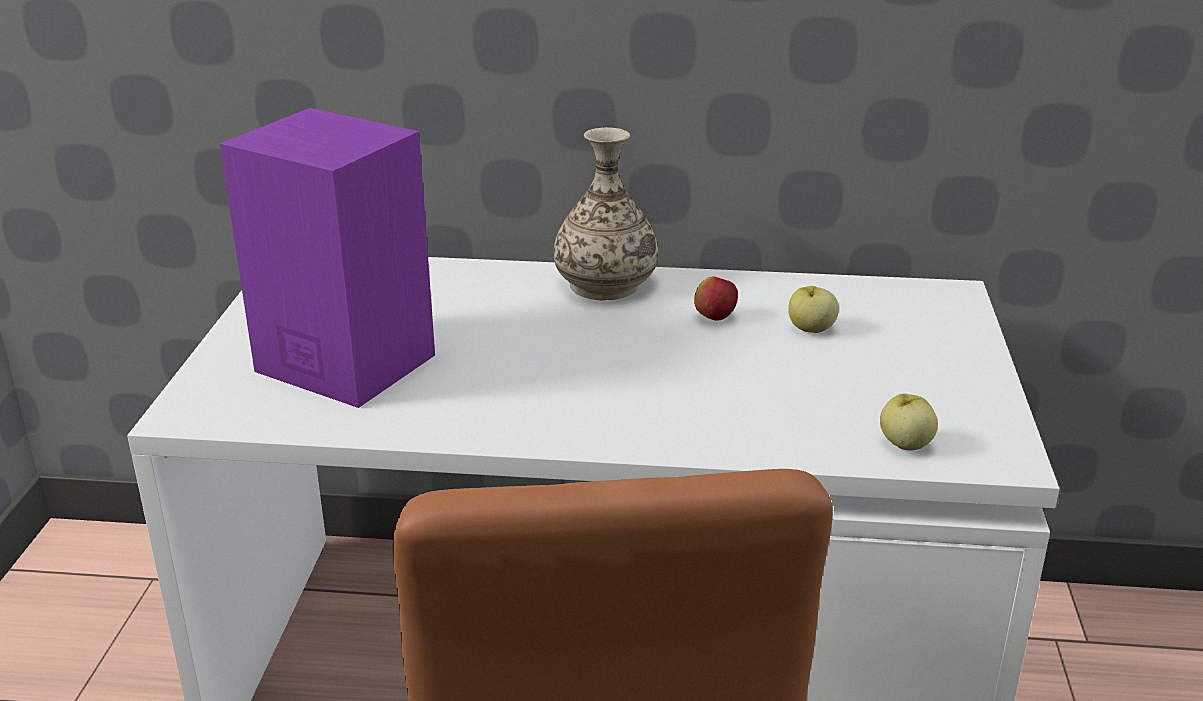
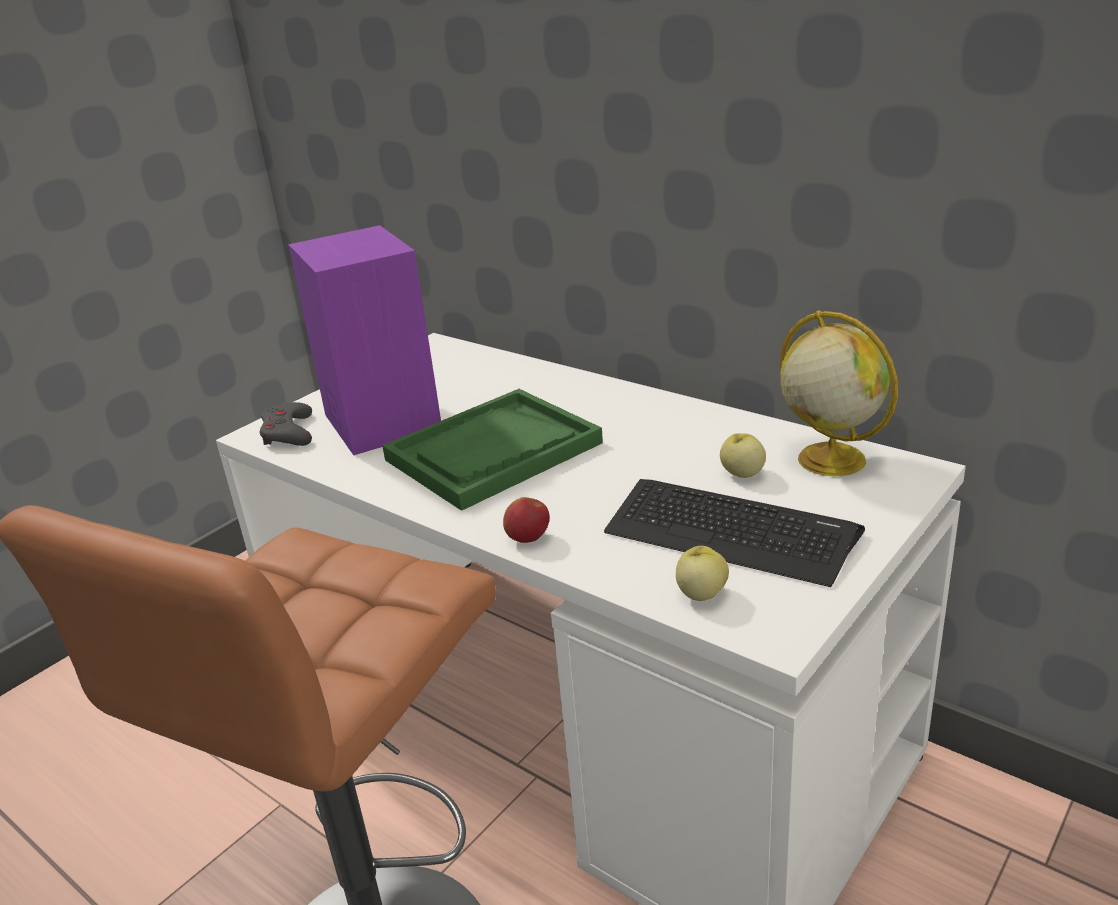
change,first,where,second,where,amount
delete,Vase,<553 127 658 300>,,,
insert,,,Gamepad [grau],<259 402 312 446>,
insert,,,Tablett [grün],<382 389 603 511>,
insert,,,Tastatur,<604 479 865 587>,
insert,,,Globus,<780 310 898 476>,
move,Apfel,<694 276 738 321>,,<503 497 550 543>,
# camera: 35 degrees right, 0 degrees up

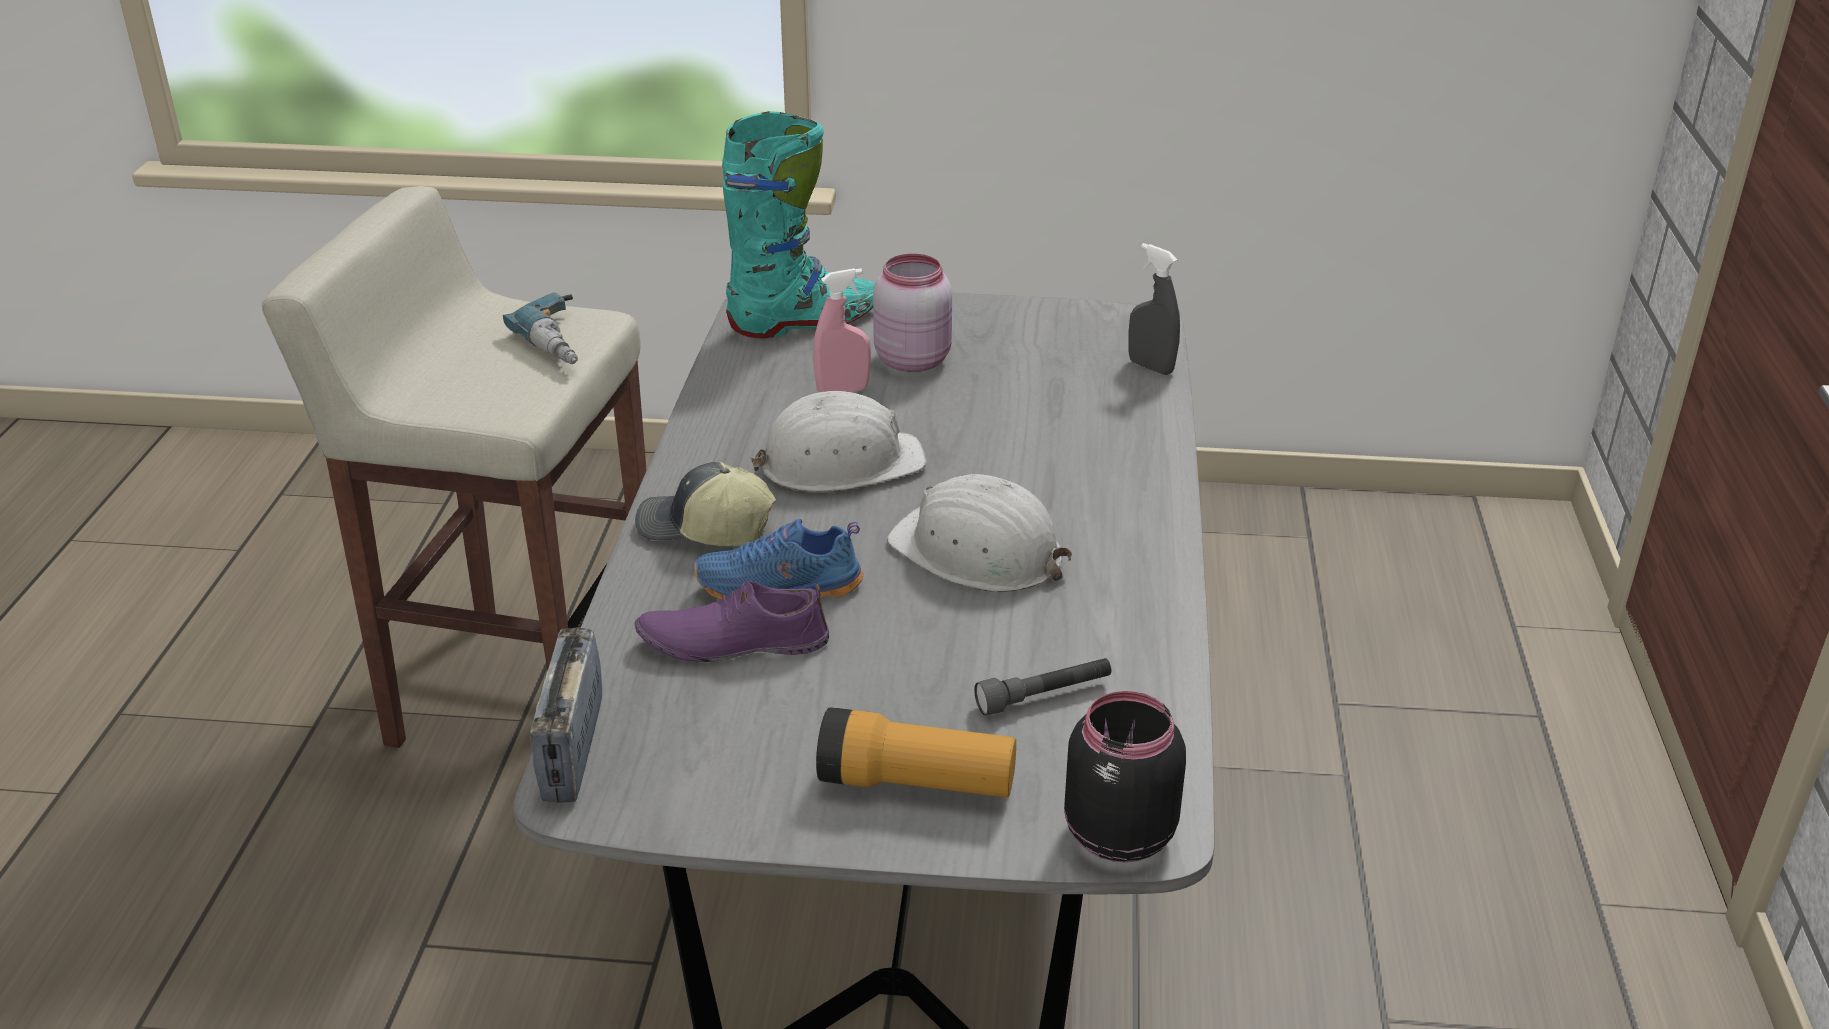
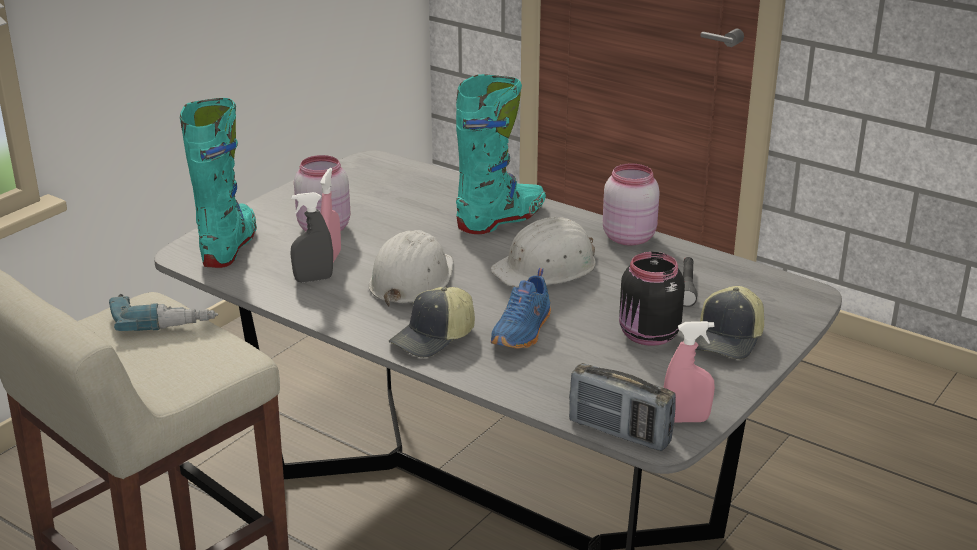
change,first,where,second,where,amount
delete,Schuh [lila],<635 581 829 662>,,,
insert,,,Stiefel [türkis],<456 74 546 234>,
insert,,,Vorratsglas [rosa],<603 163 660 246>,
insert,,,Sprühflasche [rosa],<663 321 715 422>,
move,Vorratsglas [schwarz],<1064 691 1186 862>,,<619 252 685 346>,
move,Sprühflasche [grau],<1129 243 1180 375>,,<290 192 333 282>,
replace,Taschenlampe,<816 707 1016 797>,Kappe,<695 286 764 360>,
# camera: 60 degrees left, 5 degrees down

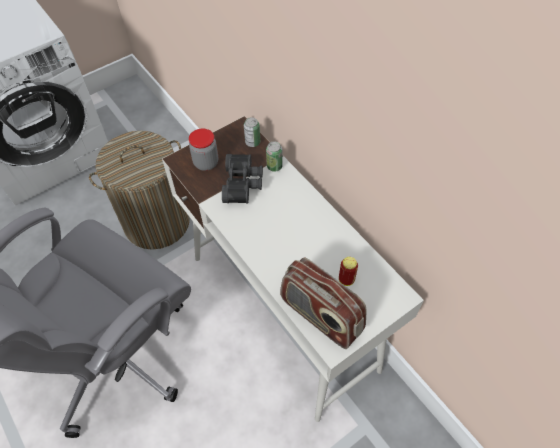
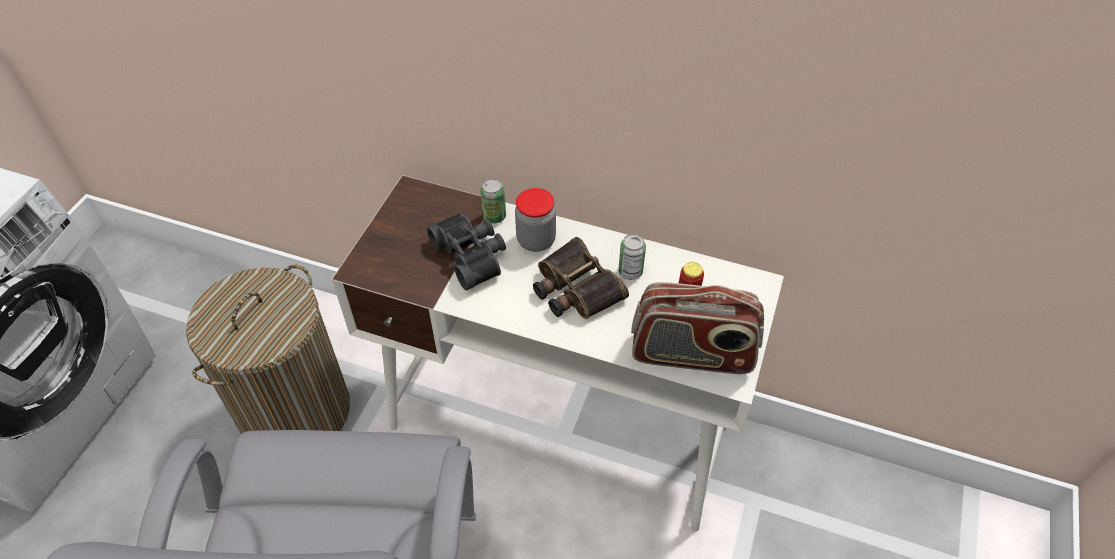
change,first,where,second,where,amount
insert,,,Fernglas,<533 237 629 319>,
move,Vorratsglas,<189 128 218 171>,,<515 188 556 252>,
move,Dose,<244 117 260 147>,,<618 234 646 280>,
# camera: 35 degrees left, 5 degrees down

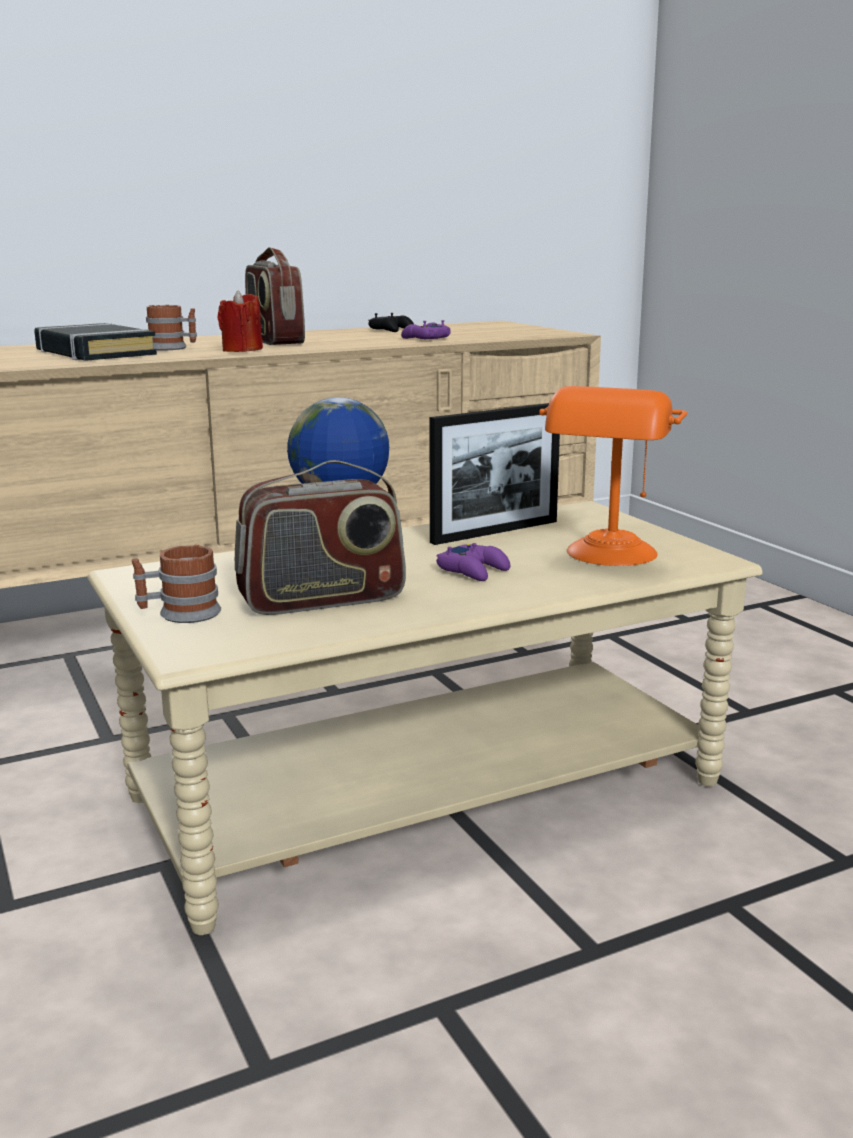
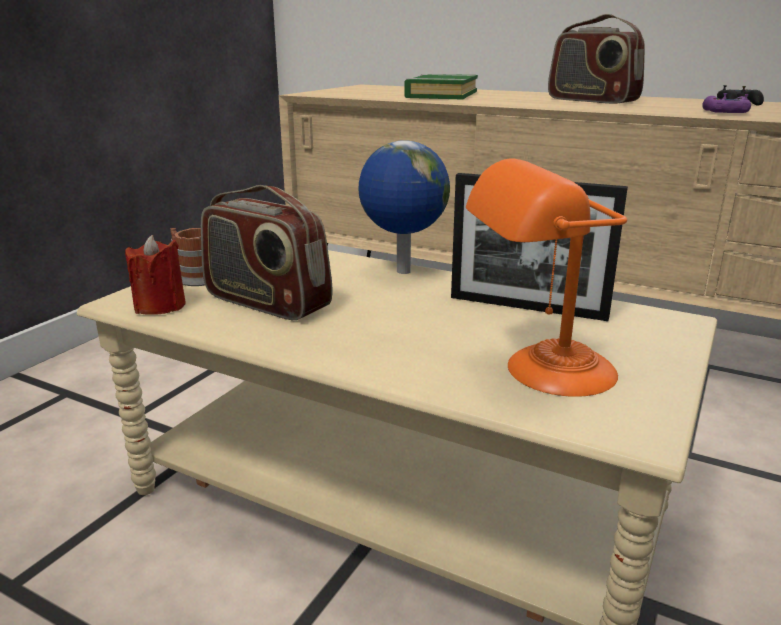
change,first,where,second,where,amount
delete,Henkelbecher,<146 305 197 350>,,,
delete,Gamepad [lila],<436 543 510 581>,,,
move,Kerze [rot],<218 290 263 352>,,<125 235 186 315>,
recolor,Buch [schwarz],<34 323 157 361>,Buch [grün],<404 74 478 100>,
rotate,Radio,<245 247 305 345>,,<548 14 645 104>,75 degrees counterclockwise
# camera: 55 degrees right, 5 degrees up

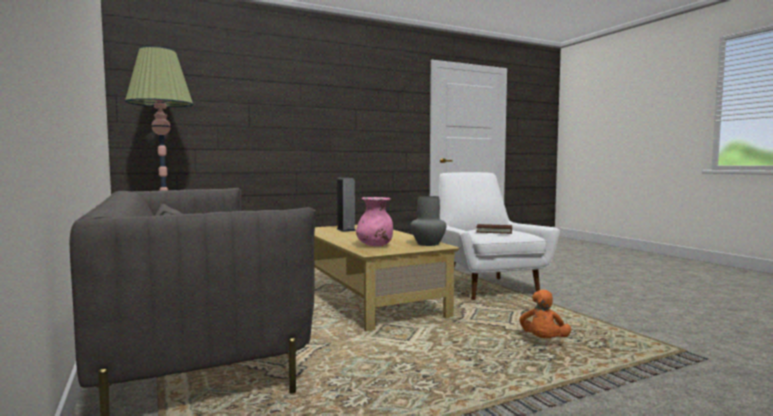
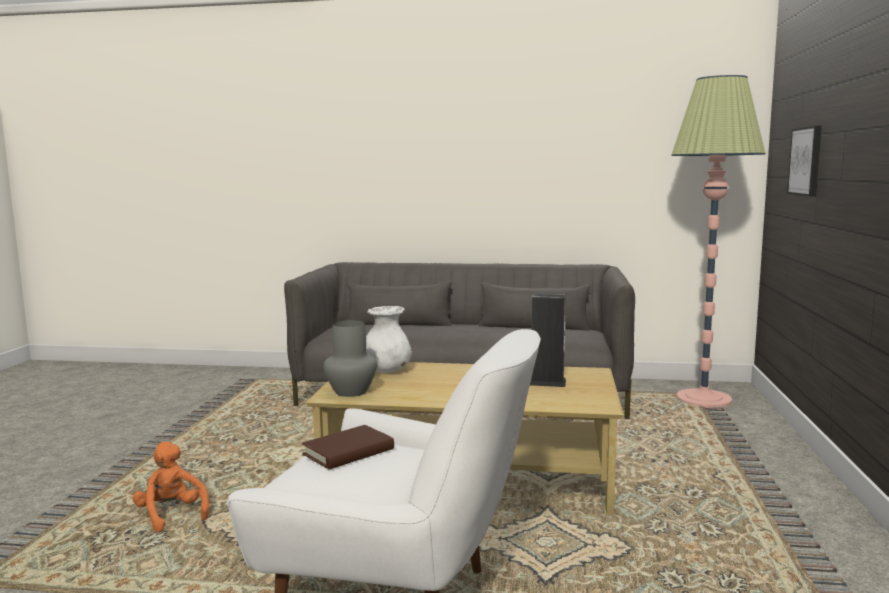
change,first,where,second,where,amount
insert,,,Bild,<787 126 822 196>,
recolor,Vase [rosa],<356 197 393 246>,Vase [weiß],<366 306 412 373>,
# camera: 125 degrees right, 5 degrees up

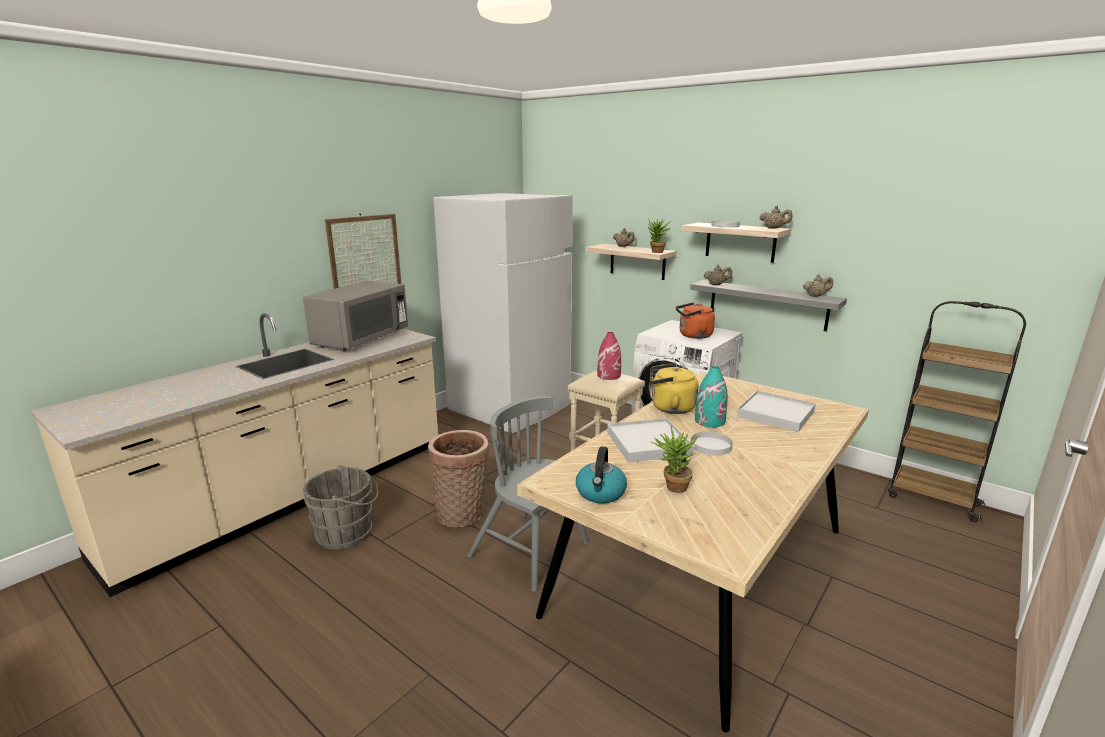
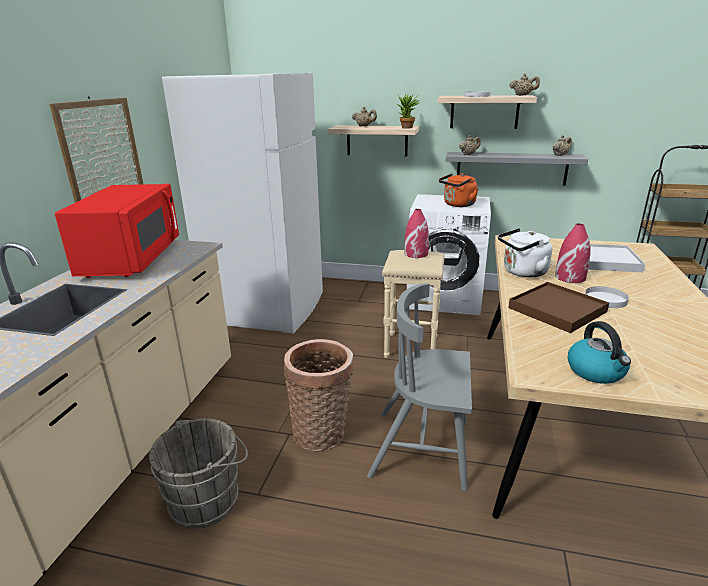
change,first,where,second,where,amount
delete,Topfpflanze,<651 426 698 493>,,,
recolor,Mikrowelle [grau],<303 281 408 351>,Mikrowelle [rot],<55 184 179 278>,
recolor,Tablett [weiß],<607 418 694 463>,Tablett [braun],<508 282 609 333>,
recolor,Wasserkessel [gelb],<650 363 698 414>,Wasserkessel [weiß],<498 228 552 278>,
recolor,Vase [türkis],<695 366 728 427>,Vase [rot],<555 223 590 283>,
# camera: 25 degrees left, 5 degrees up

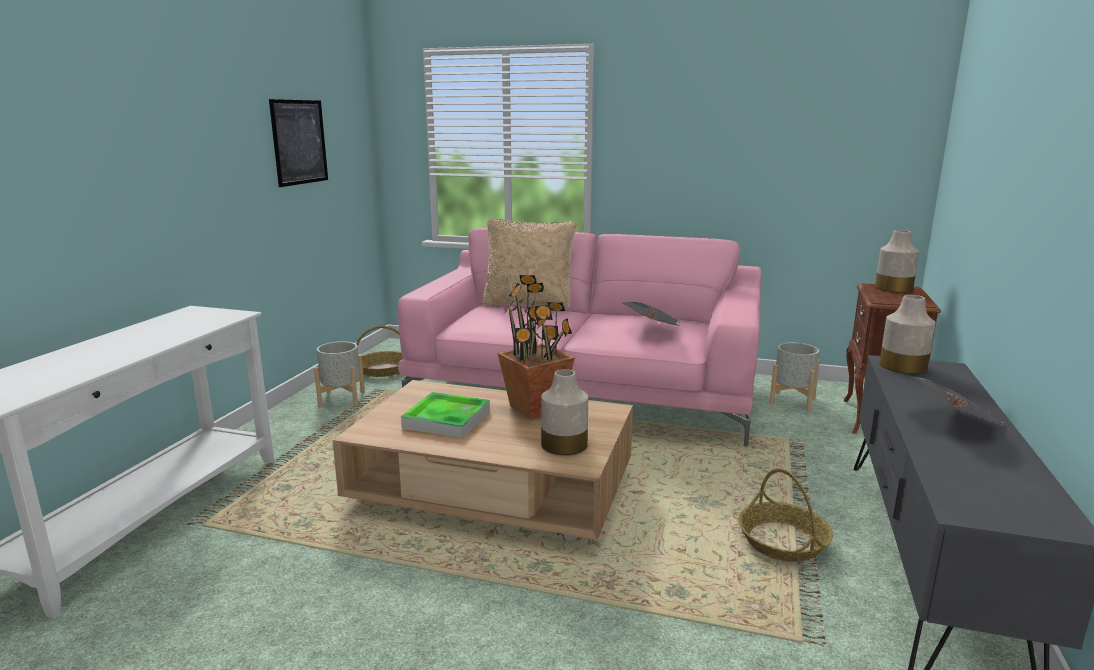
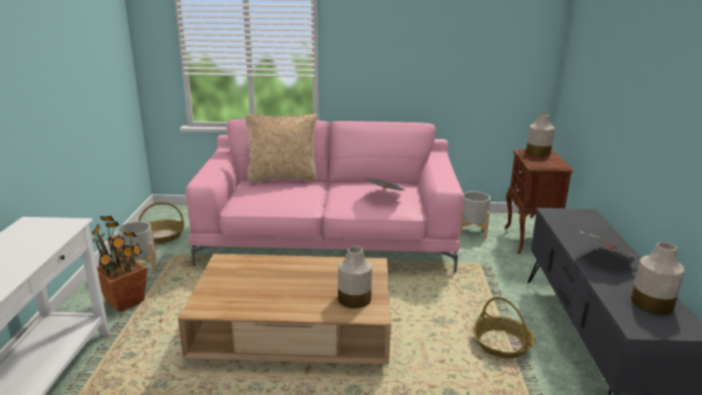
change,first,where,second,where,amount
delete,Bild,<269 99 328 187>,,,
delete,Tablett,<401 392 490 438>,,,
move,Topfpflanze,<498 275 575 419>,,<92 216 148 313>,
move,Vase [beige],<879 295 936 374>,,<631 242 685 314>,
# camera: 15 degrees left, 5 degrees up

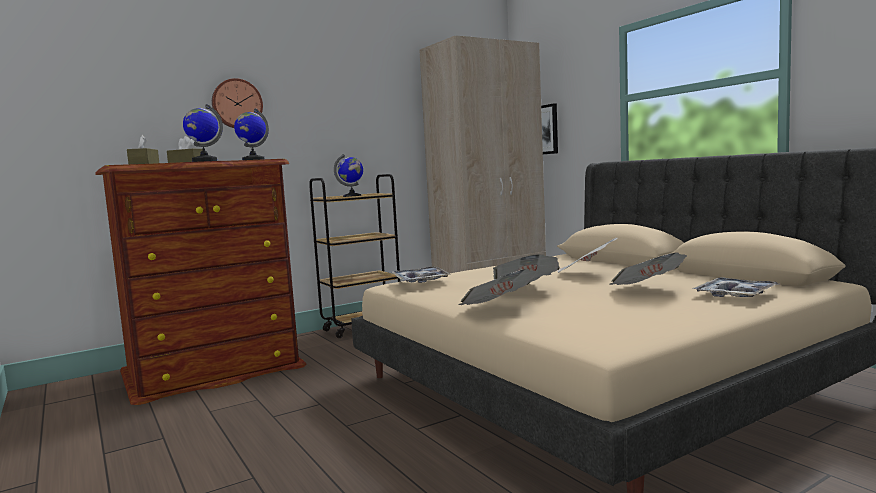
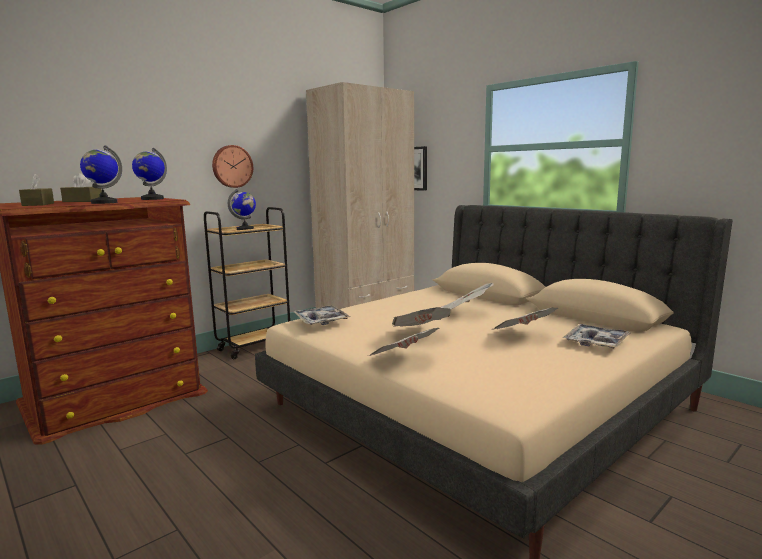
change,first,where,second,where,amount
move,Wanduhr,<212 78 263 128>,,<212 145 253 188>,
# camera: 10 degrees left, 5 degrees up

